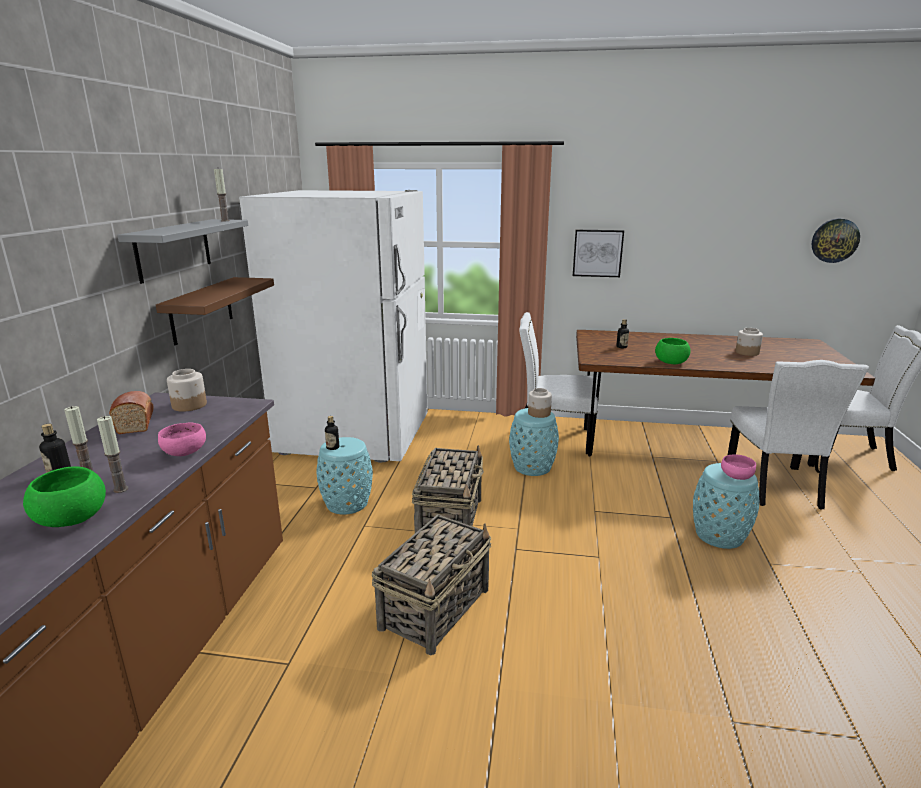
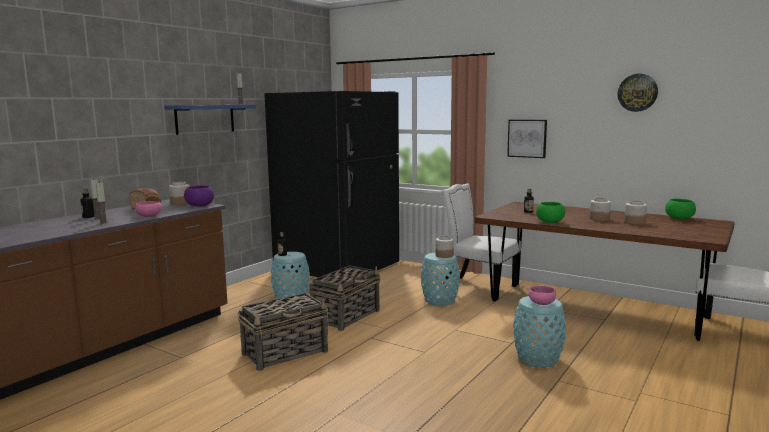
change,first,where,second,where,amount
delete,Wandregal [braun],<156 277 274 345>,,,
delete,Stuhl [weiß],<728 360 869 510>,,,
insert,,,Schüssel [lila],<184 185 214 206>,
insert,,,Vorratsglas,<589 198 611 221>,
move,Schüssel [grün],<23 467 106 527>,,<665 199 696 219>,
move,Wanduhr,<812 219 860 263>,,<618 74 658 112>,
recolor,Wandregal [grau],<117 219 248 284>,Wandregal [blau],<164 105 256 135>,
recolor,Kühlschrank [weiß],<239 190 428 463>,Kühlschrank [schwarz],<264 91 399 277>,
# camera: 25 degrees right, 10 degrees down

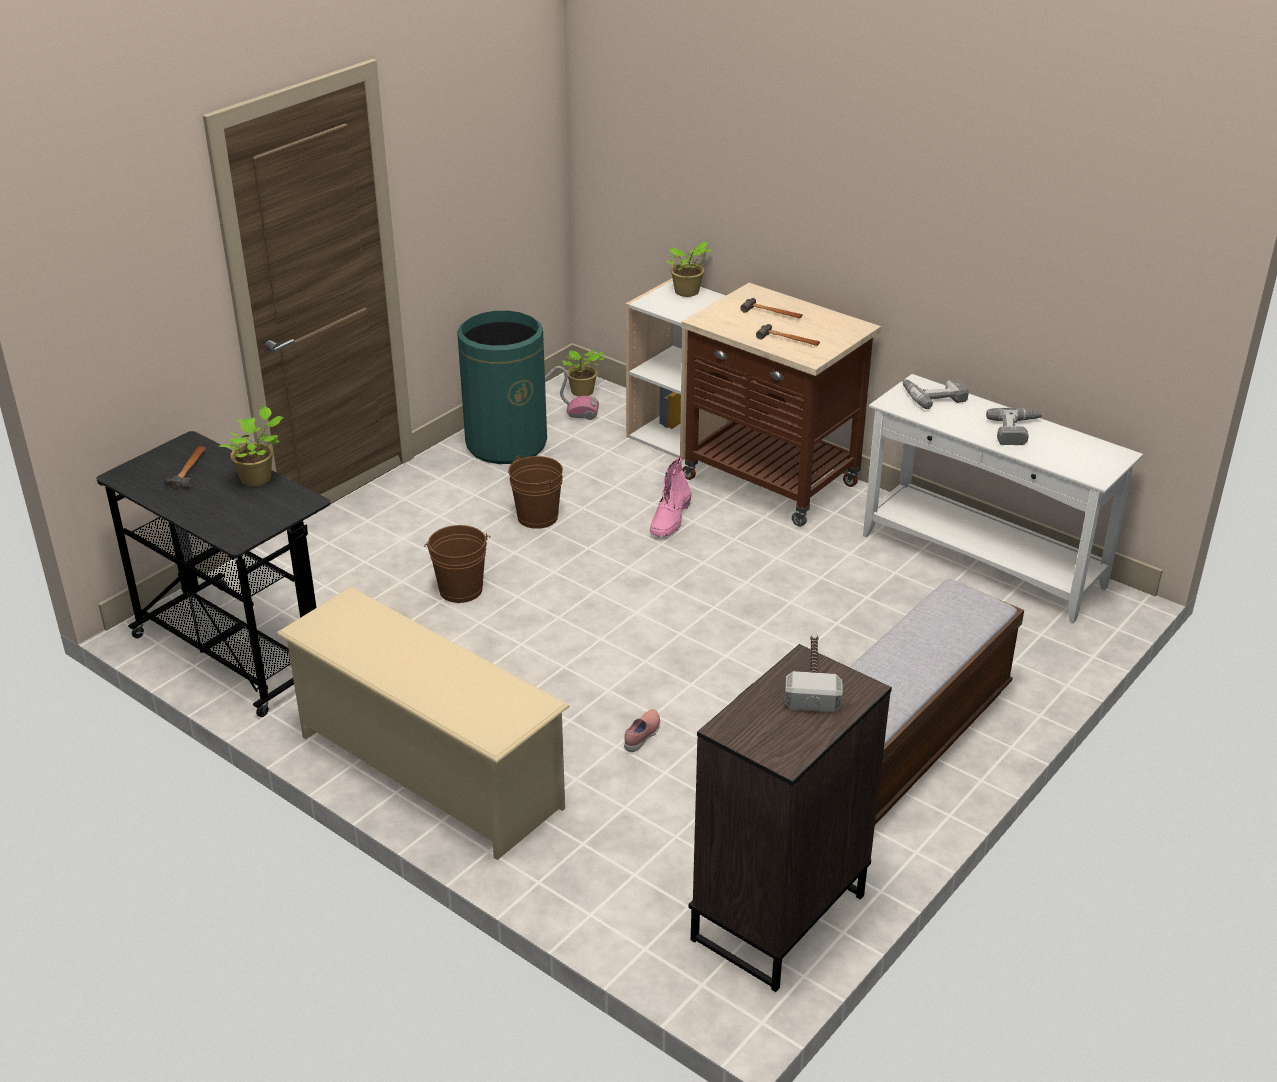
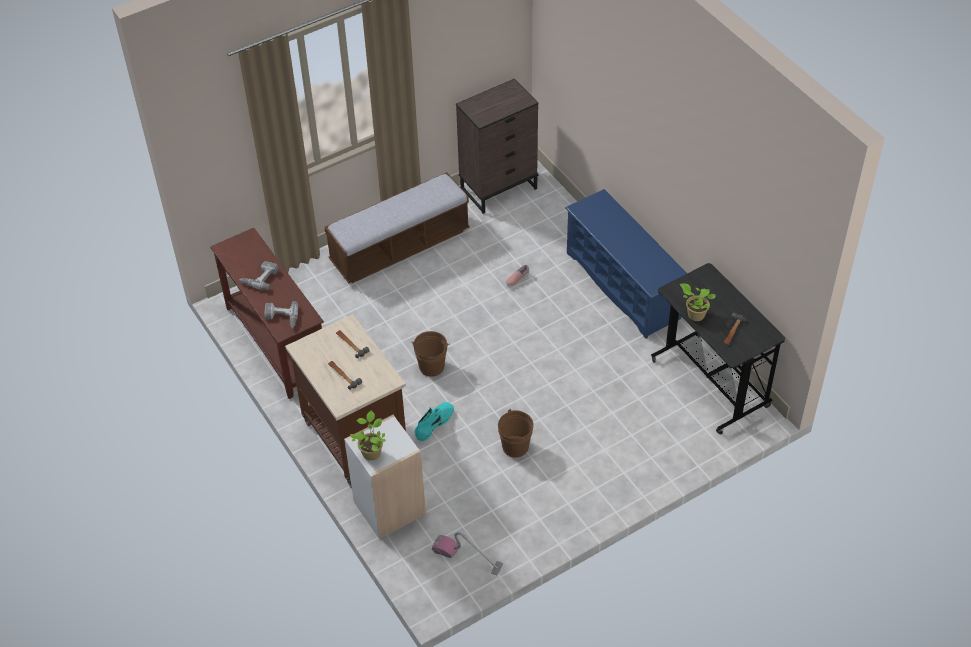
change,first,where,second,where,amount
delete,Mülleimer [grün],<457 311 547 464>,,,
delete,Topfpflanze,<562 350 605 397>,,,
delete,Hammer,<785 633 842 712>,,,
move,Eimer [braun],<424 525 490 603>,,<411 331 450 377>,
recolor,Schuhregal [beige],<276 587 570 860>,Schuhregal [blau],<565 189 687 339>,
recolor,Stiefel [rosa],<650 457 691 537>,Stiefel [türkis],<415 402 454 441>,
recolor,Konsolentisch [weiß],<863 374 1143 623>,Konsolentisch [braun],<210 228 324 399>,
# camera: 160 degrees left, 15 degrees up

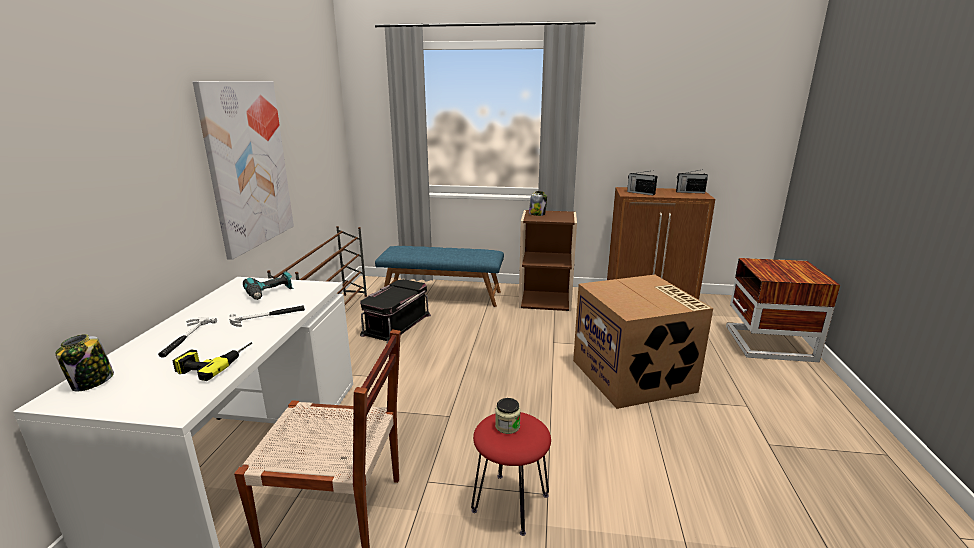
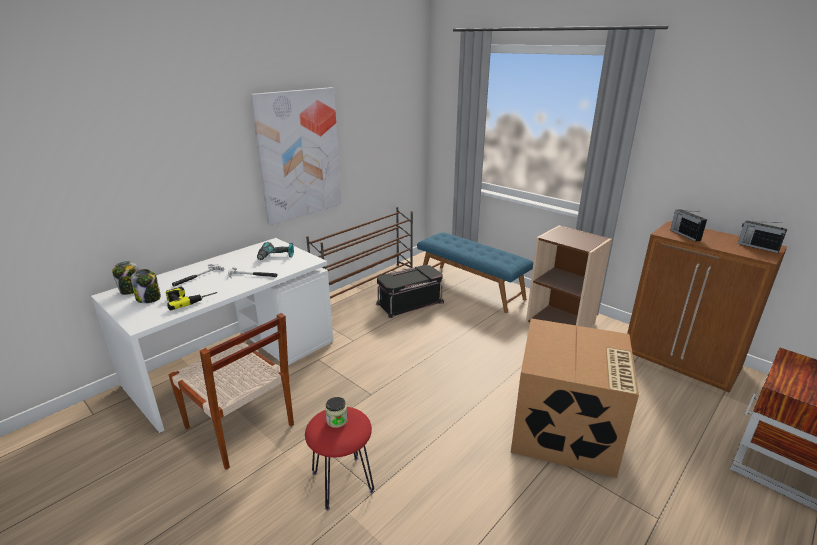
change,first,where,second,where,amount
move,Vorratsglas,<529 191 547 216>,,<131 269 161 303>,
# camera: 35 degrees right, 5 degrees up

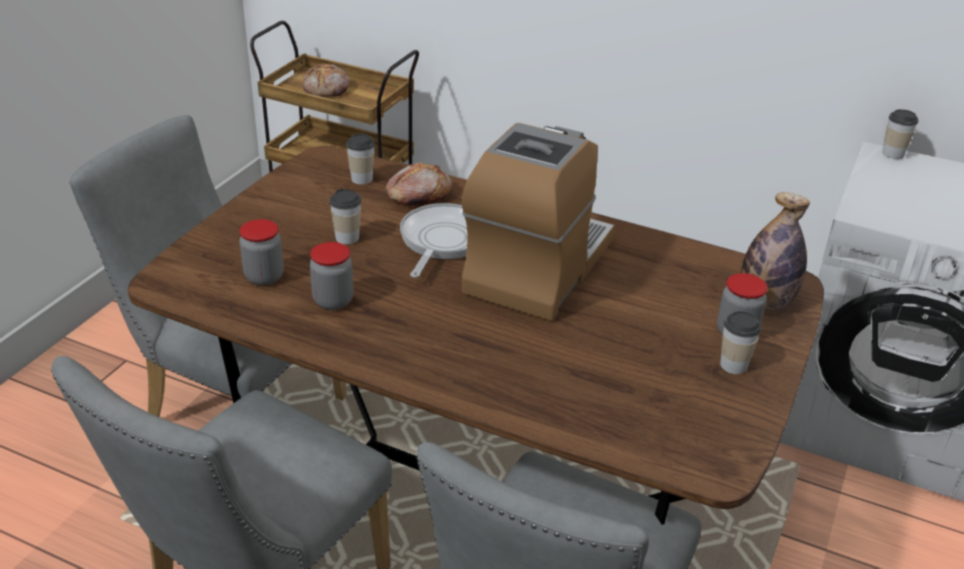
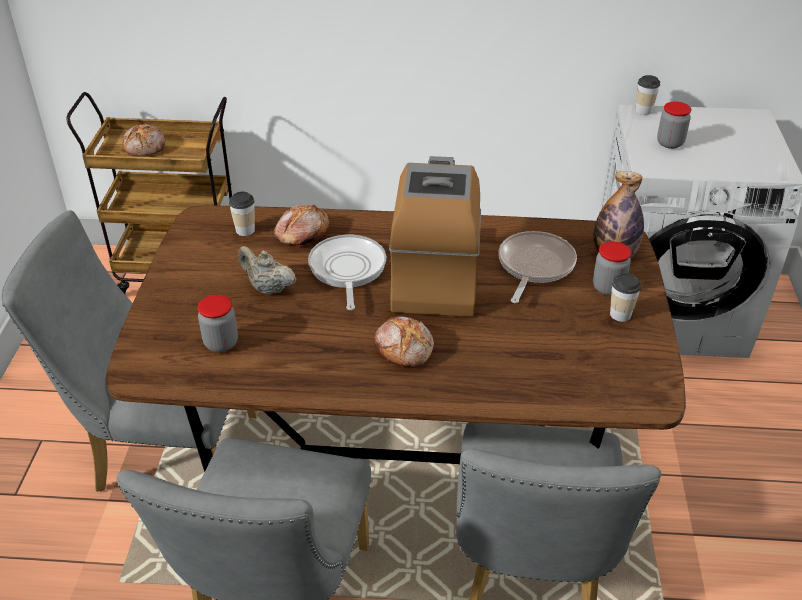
change,first,where,second,where,amount
insert,,,Brot,<374 316 434 367>,
insert,,,Pfanne,<498 231 577 303>,
move,Vorratsglas,<310 242 354 310>,,<657 101 692 149>,
replace,Tasse,<330 189 361 244>,Teekanne [beige],<238 246 296 295>,
# camera: 20 degrees left, 5 degrees up

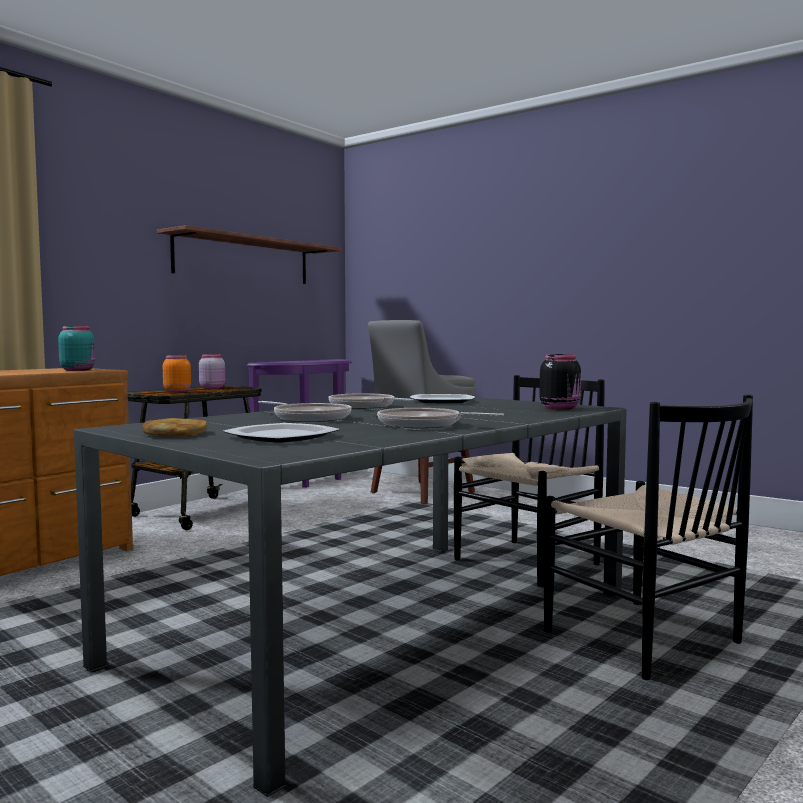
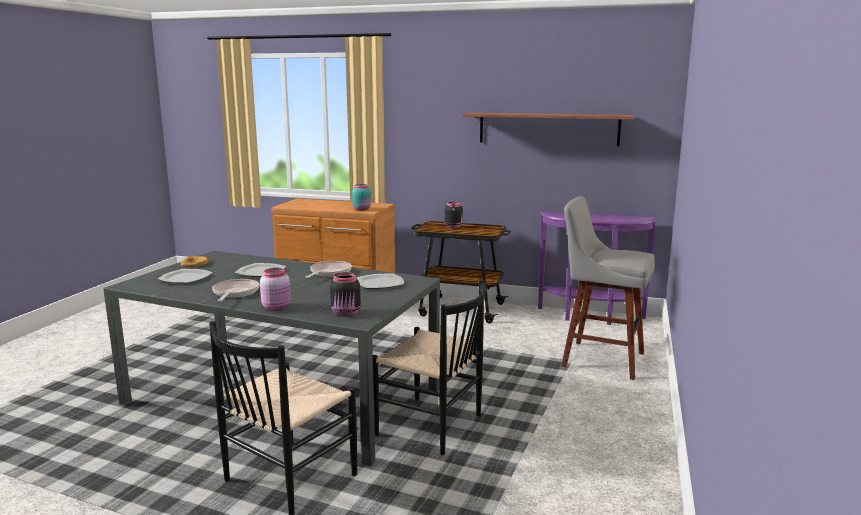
change,first,where,second,where,amount
move,Vorratsglas [rosa],<199 354 225 389>,,<260 268 291 311>,
replace,Pfanne,<258 401 352 422>,Teller,<235 263 286 277>,
recolor,Vorratsglas [orange],<163 355 191 392>,Vorratsglas [schwarz],<445 202 463 228>,
# camera: 70 degrees right, 10 degrees up

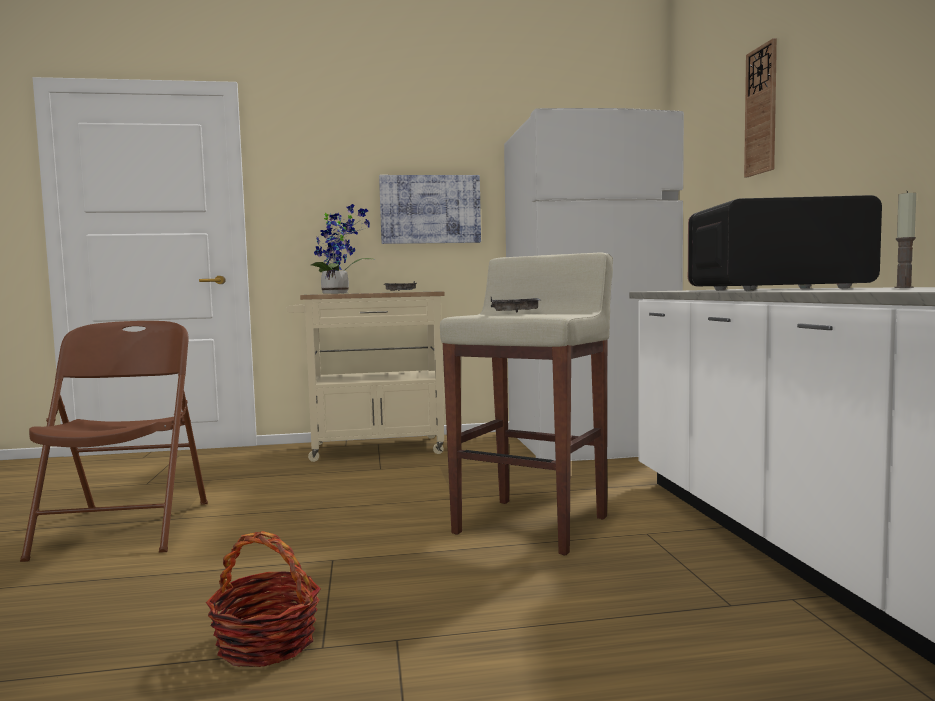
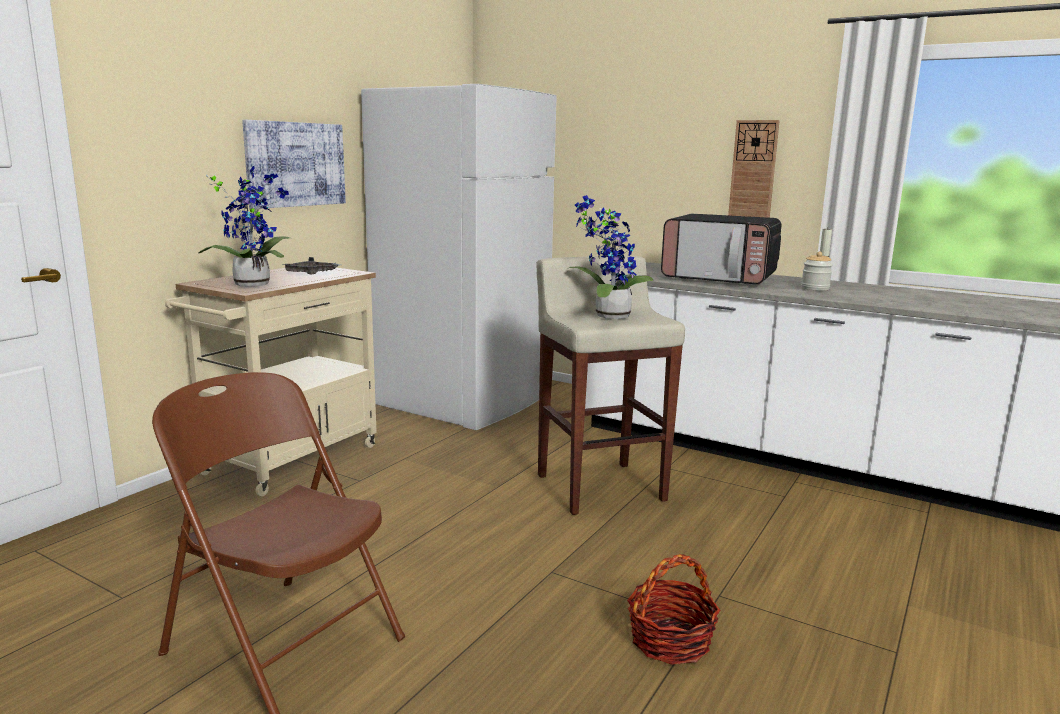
change,first,where,second,where,amount
insert,,,Vorratsglas,<801 251 833 291>,
move,Wanduhr,<744 38 777 177>,,<728 120 780 218>,
replace,Tablett [grau],<491 297 540 312>,Topfpflanze,<569 195 653 319>,
rotate,Mikrowelle,<688 195 882 291>,,<661 214 782 284>,105 degrees counterclockwise
# camera: 50 degrees left, 10 degrees up

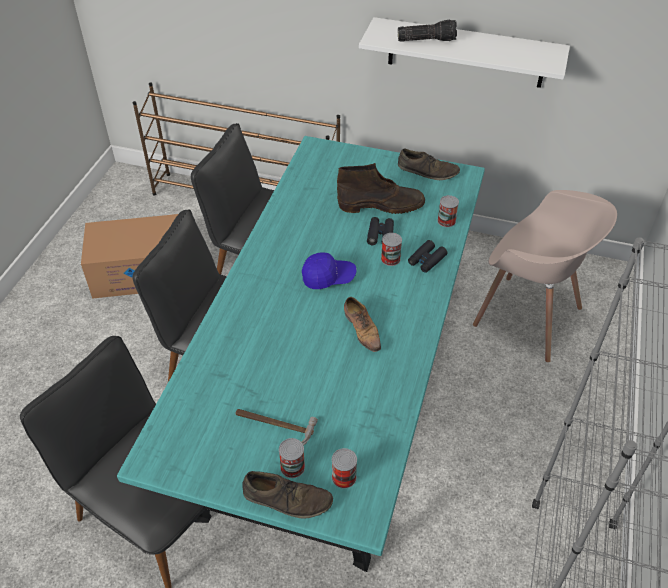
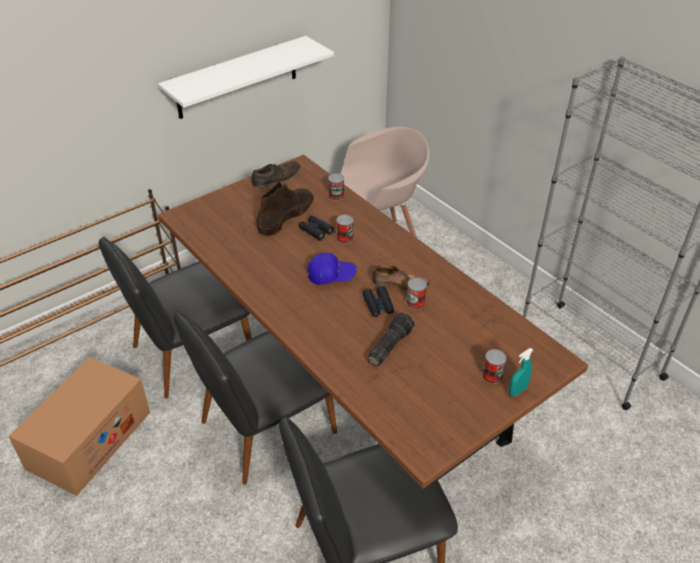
change,first,where,second,where,amount
delete,Hammer,<235 409 318 446>,,,
move,Dose,<332 448 357 489>,,<406 278 427 310>,
move,Taschenlampe,<398 19 457 42>,,<367 313 414 366>,
move,Fernglas [schwarz],<408 240 447 273>,,<363 286 394 317>,
replace,Schuh [braun],<242 471 333 519>,Sprühflasche [türkis],<509 348 533 397>,
recolor,Esstisch [türkis],<117 136 485 572>,Esstisch [braun],<158 155 588 489>,
rotate,Kappe [blau],<302 252 357 289>,,<308 253 357 285>,60 degrees clockwise
# camera: 55 degrees left, 5 degrees down

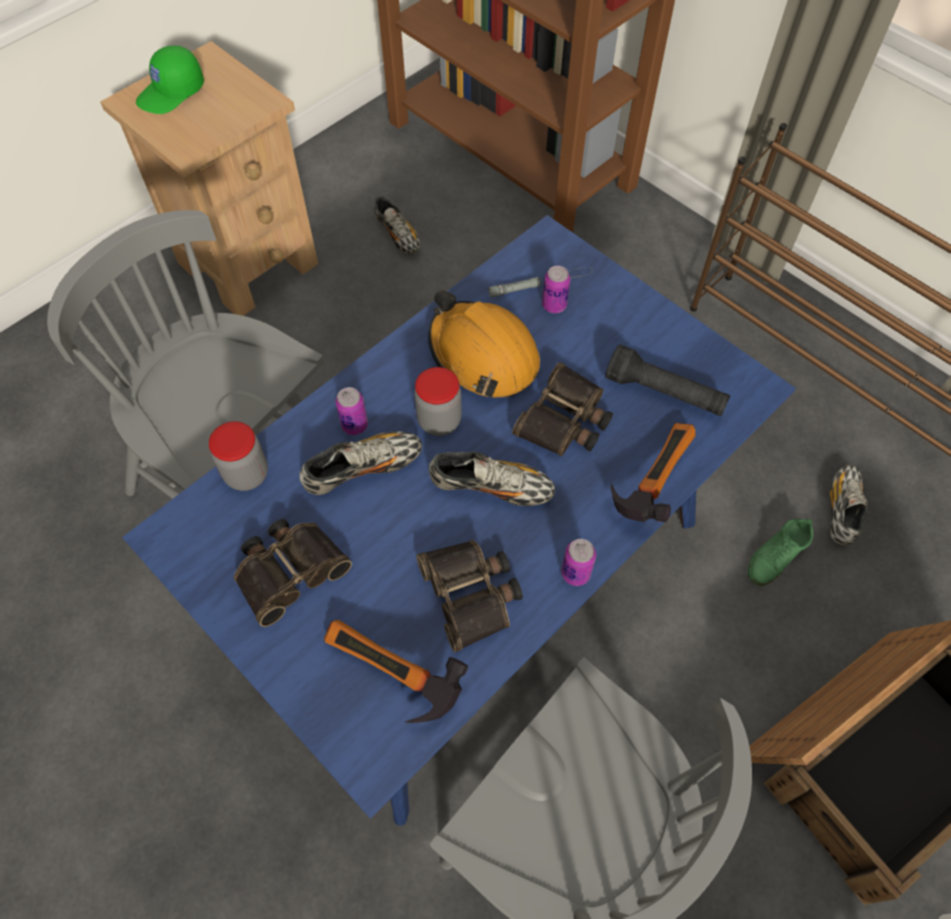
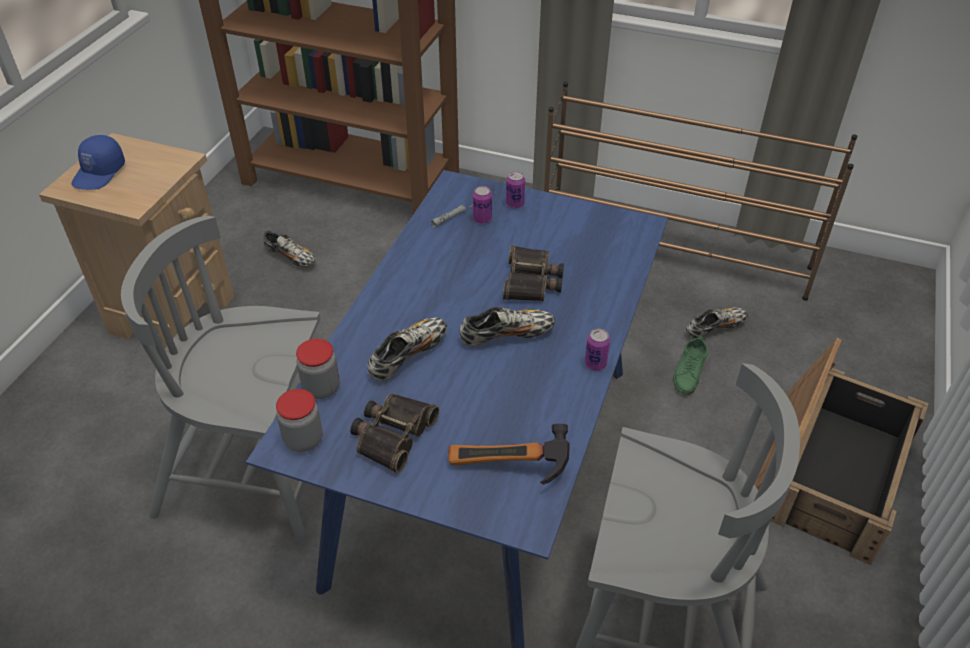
change,first,where,second,where,amount
delete,Fernglas,<416 540 523 652>,,,
delete,Schutzhelm [orange],<428 290 540 398>,,,
delete,Taschenlampe [schwarz],<605 345 730 416>,,,
delete,Hammer,<611 423 696 522>,,,
move,Dose,<335 387 368 435>,,<506 171 525 209>,
move,Vorratsglas,<414 367 462 436>,,<276 389 323 452>,
recolor,Kappe [grün],<136 46 204 114>,Kappe [blau],<71 135 125 190>,
rotate,Schuh,<830 465 868 546>,,<686 307 748 339>,75 degrees clockwise
# camera: 25 degrees left, 15 degrees down

